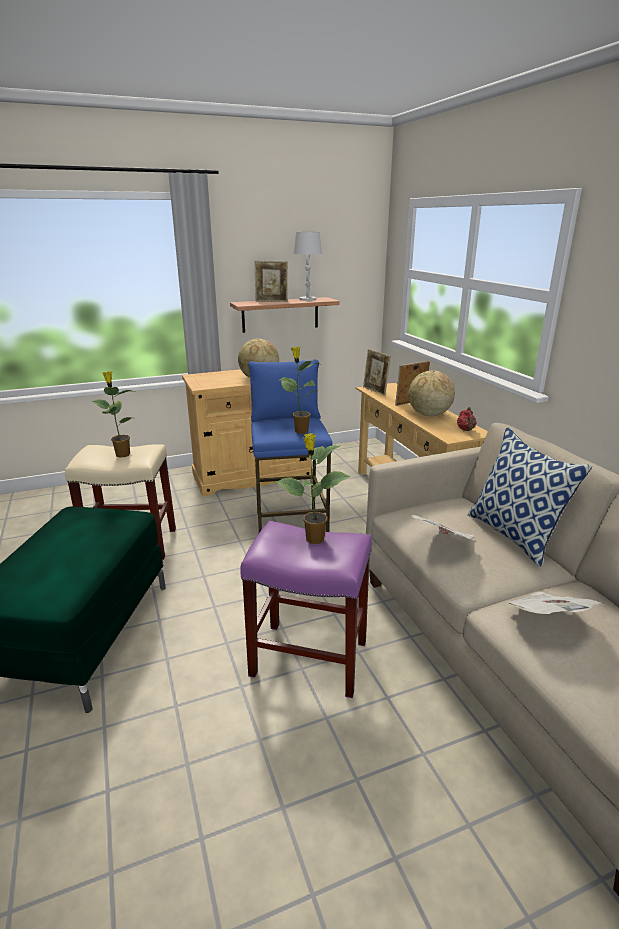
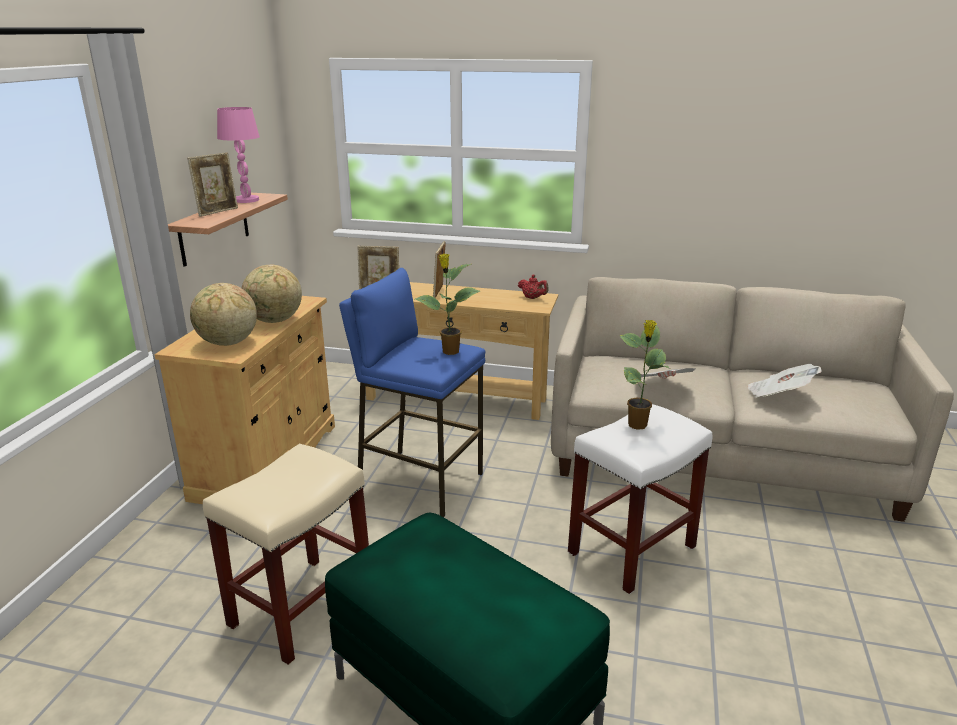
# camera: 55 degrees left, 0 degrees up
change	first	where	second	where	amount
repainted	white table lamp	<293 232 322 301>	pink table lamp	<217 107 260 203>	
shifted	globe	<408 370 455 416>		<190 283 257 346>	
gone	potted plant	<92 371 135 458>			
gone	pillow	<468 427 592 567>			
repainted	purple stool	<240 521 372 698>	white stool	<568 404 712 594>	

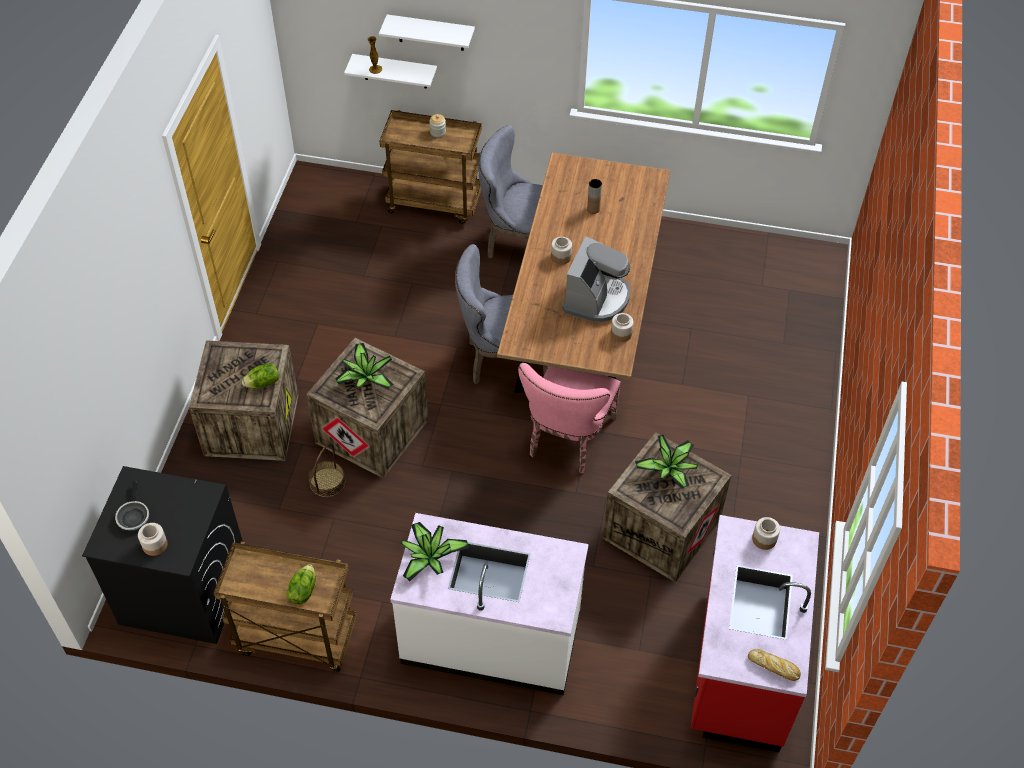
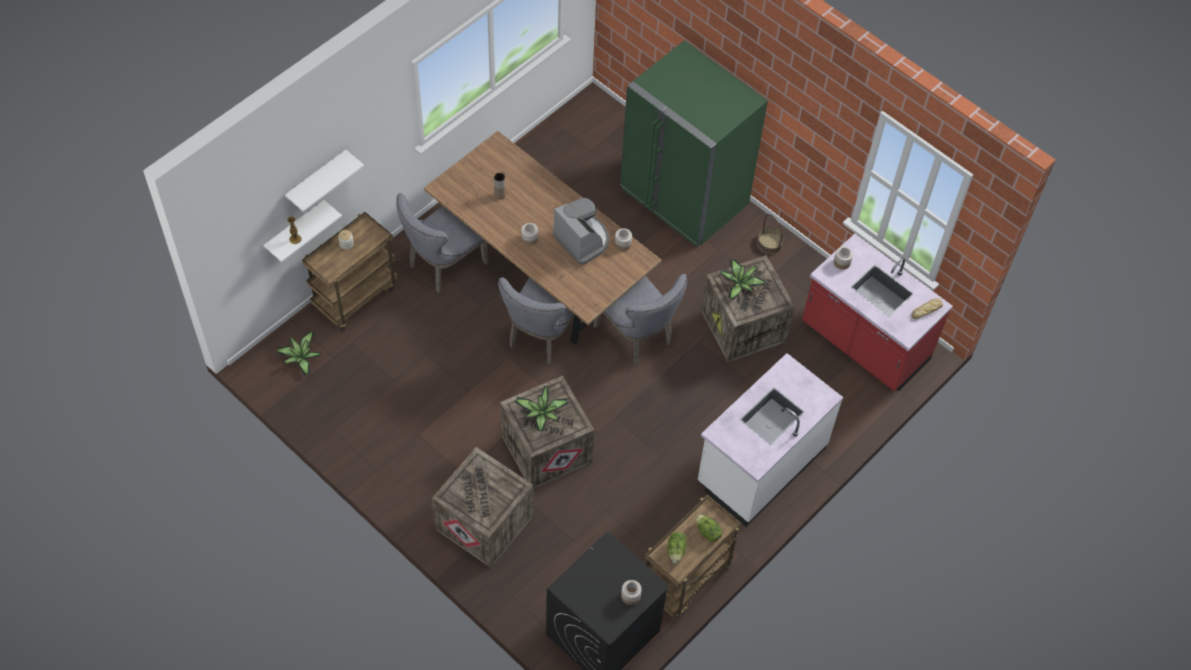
# camera: 60 degrees left, 5 degrees up
change	first	where	second	where	amount
repainted	pink chair	<518 363 621 474>	grey chair	<593 274 687 365>	
shifted	lettuce	<242 364 279 388>		<668 532 686 564>	
shifted	basket	<308 444 345 497>		<757 214 785 254>	
gone	frying pan	<115 481 149 531>			
shifted	potted plant	<401 522 469 582>		<276 331 321 375>	
new			green fridge	<620 40 768 247>	

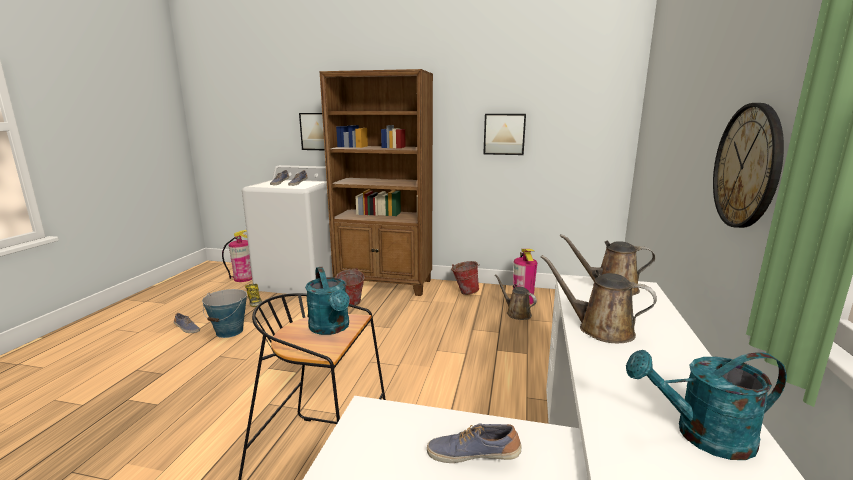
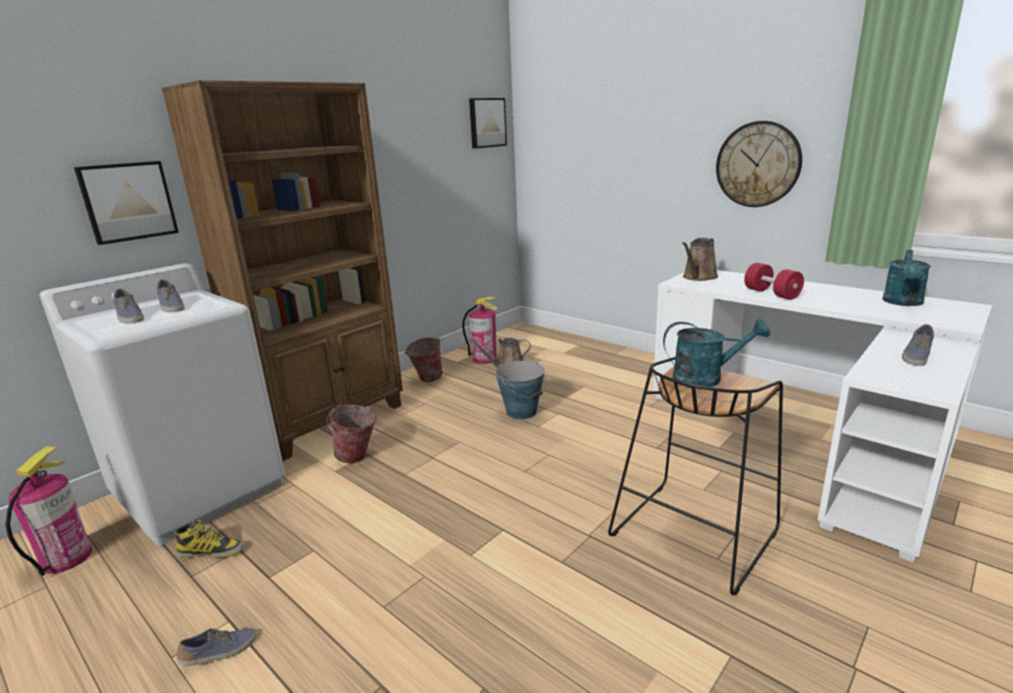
# camera: 60 degrees left, 5 degrees up
change	first	where	second	where	amount
shifted	picture	<483 114 526 155>		<469 98 507 149>	
swapped	brown watering can	<541 255 657 343>	red dumbbell	<744 263 804 300>	
shifted	bucket	<202 289 247 338>		<495 361 546 420>	

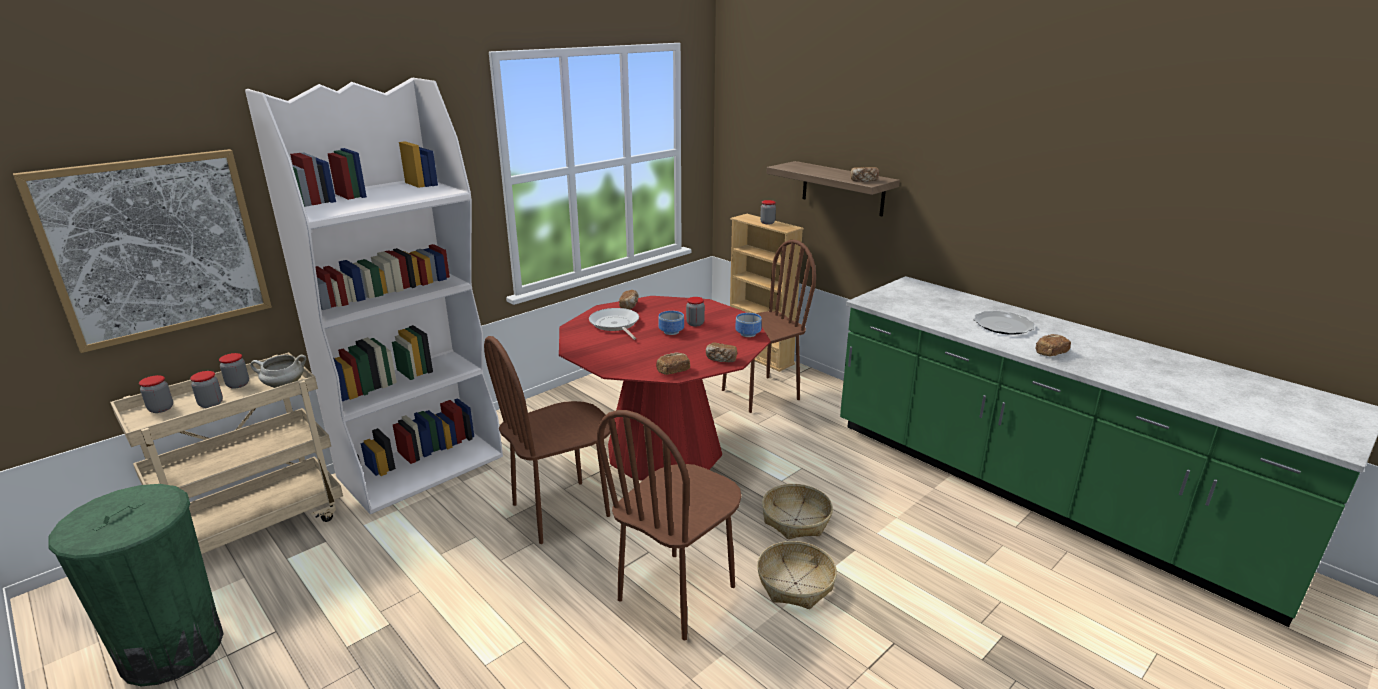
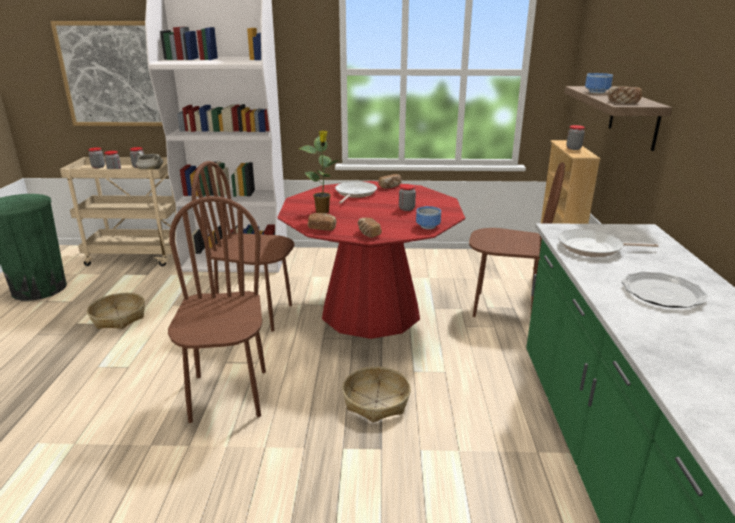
# camera: 45 degrees right, 0 degrees up
change	first	where	second	where	amount
shifted	bowl	<659 311 684 335>		<585 73 613 94>	
gone	bread	<1036 334 1071 356>			
rotated	brown chair	<597 410 742 640>		<168 196 266 423>	90 degrees clockwise
shifted	basket	<757 541 837 609>		<87 293 145 329>	
new			potted plant	<299 130 339 213>	
new			frying pan	<558 229 658 257>	

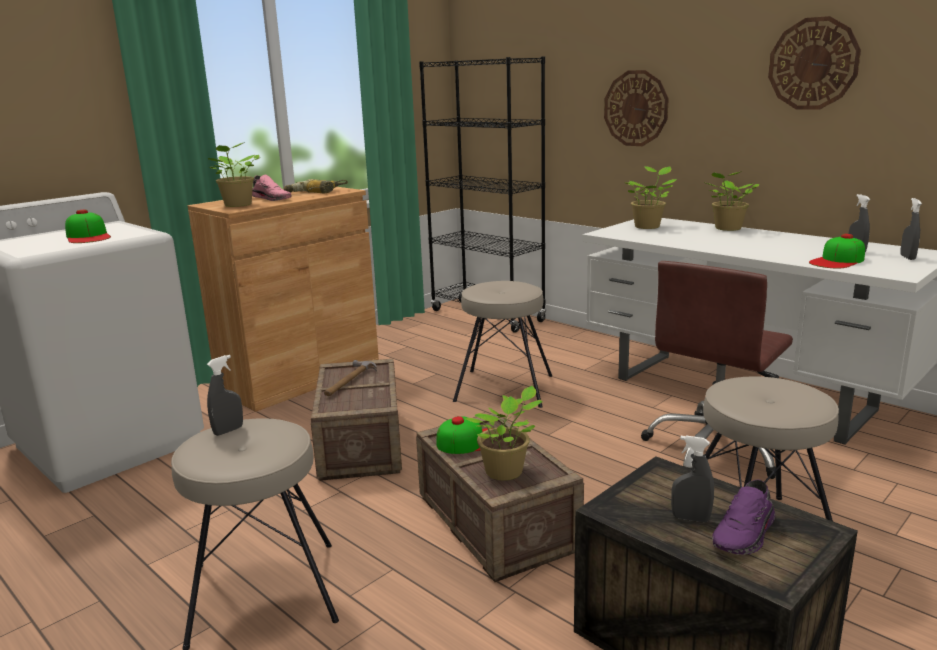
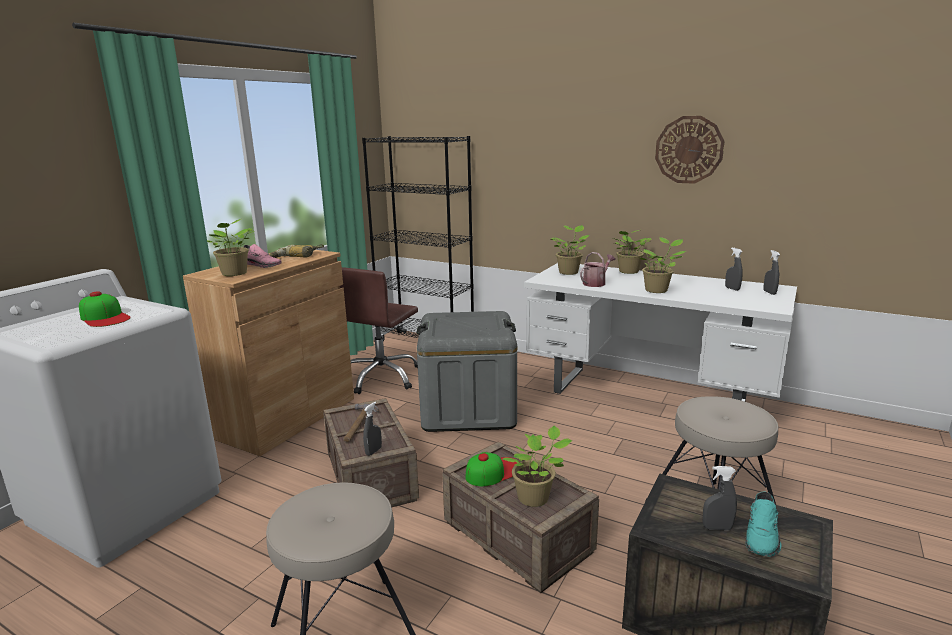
# camera: 15 degrees left, 0 degrees up
change	first	where	second	where	amount
gone	wall clock	<604 70 669 146>			
gone	cap	<809 234 865 268>			
shifted	brown office chair	<641 261 793 479>		<340 267 418 394>	
swapped	beige stool	<453 281 552 408>	grey storage box	<417 311 517 432>	
shifted	grey spray bottle	<207 355 243 436>		<363 402 382 456>	
repainted	purple shoe	<712 480 775 554>	turquoise shoe	<746 491 782 557>	
new			potted plant	<639 237 686 293>	
new			watering can	<580 252 615 287>	

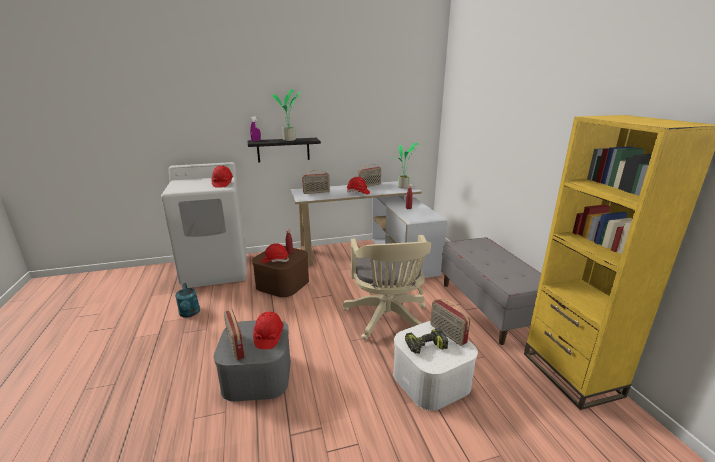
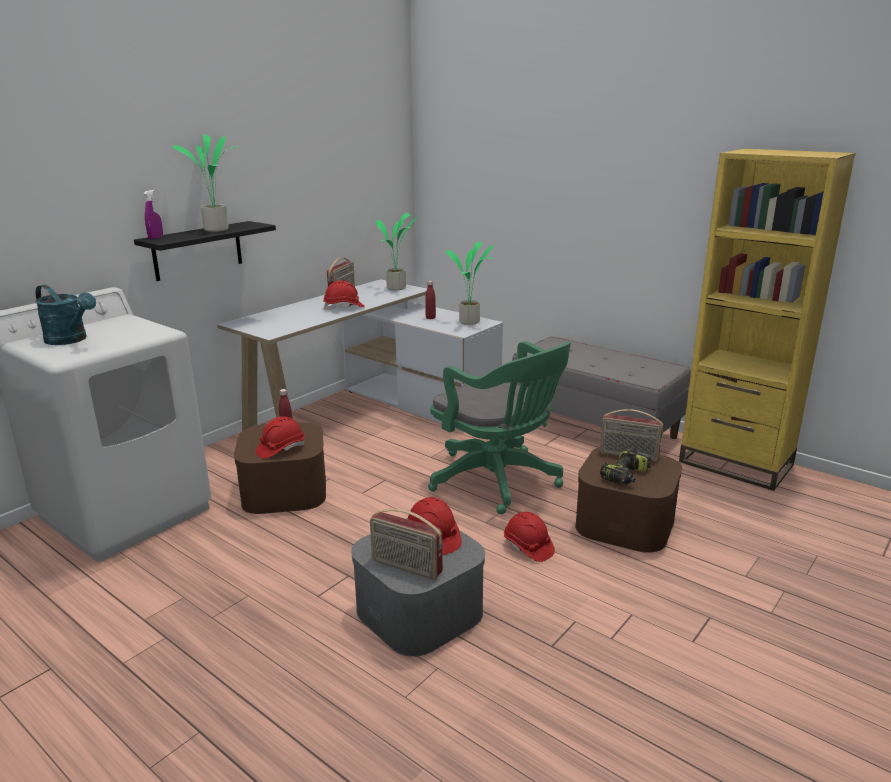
# camera: 35 degrees left, 0 degrees up
change	first	where	second	where	amount
shifted	red hard hat	<211 166 233 188>		<504 512 555 562>	
gone	radio	<302 170 330 194>			
repainted	beige office chair	<343 235 431 340>	green office chair	<428 341 571 514>	
shifted	turquoise watering can	<175 283 200 317>		<35 285 96 345>	
repainted	white storage box	<393 321 478 411>	brown storage box	<575 447 682 553>	
new			potted plant	<446 242 494 325>	

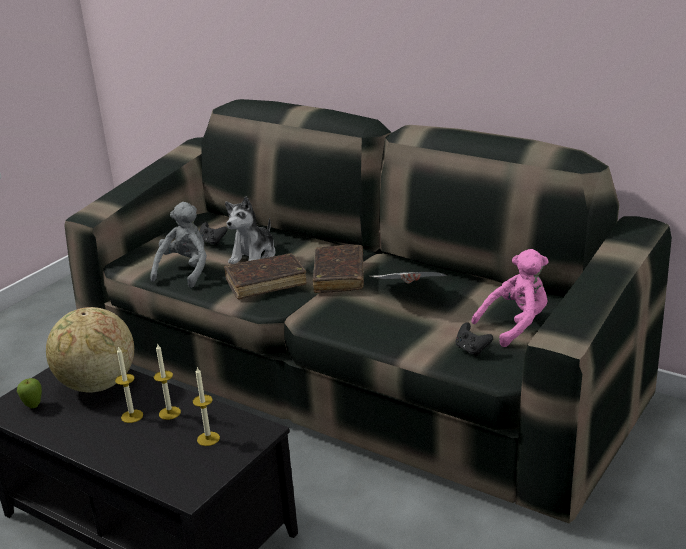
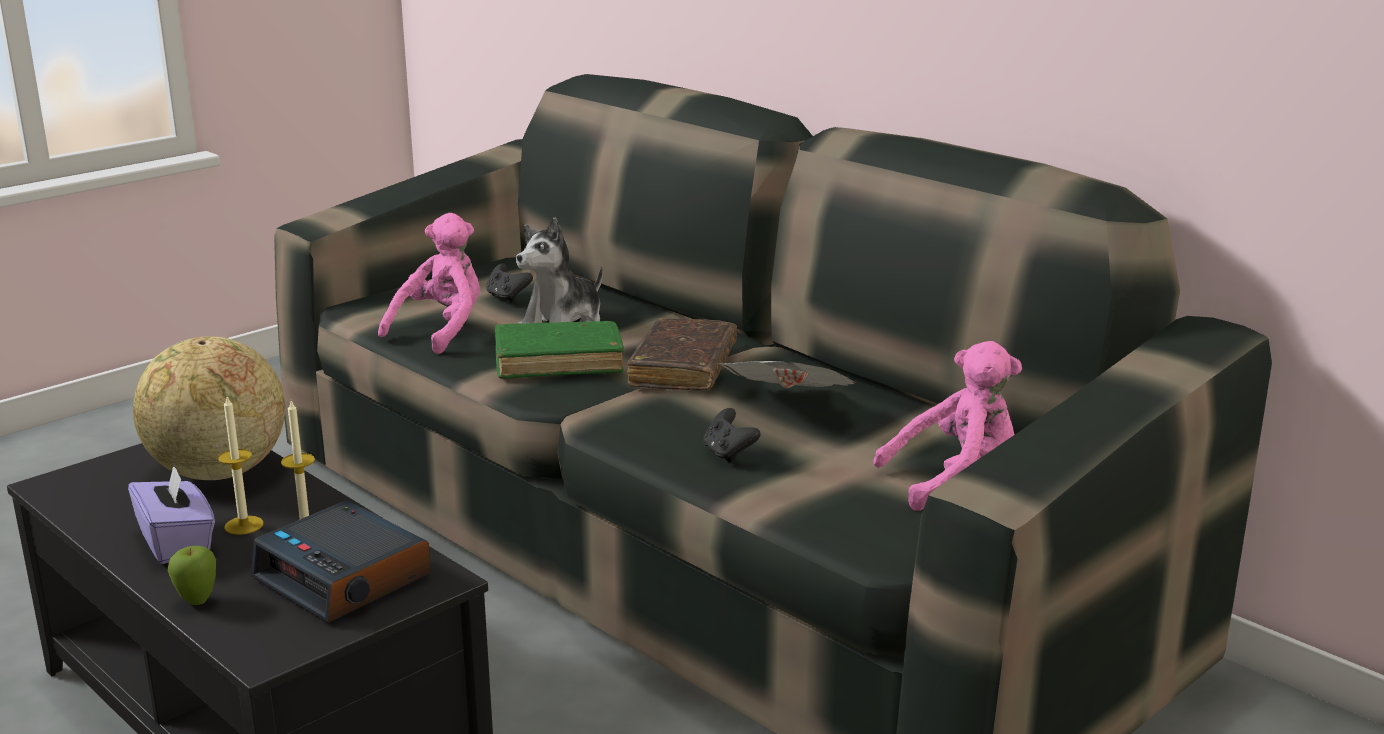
# camera: 10 degrees right, 5 degrees down
change	first	where	second	where	amount
repainted	grey plush toy	<150 202 207 288>	pink plush toy	<378 213 480 354>	
repainted	brown book	<224 254 307 299>	green book	<495 321 624 379>	
shifted	black game controller	<456 322 493 357>		<703 408 761 463>	
swapped	candle	<193 366 220 446>	alarm clock	<251 501 431 623>	
shifted	apple	<17 378 42 408>		<168 546 216 605>	
new			purple tissue box	<128 464 215 564>	

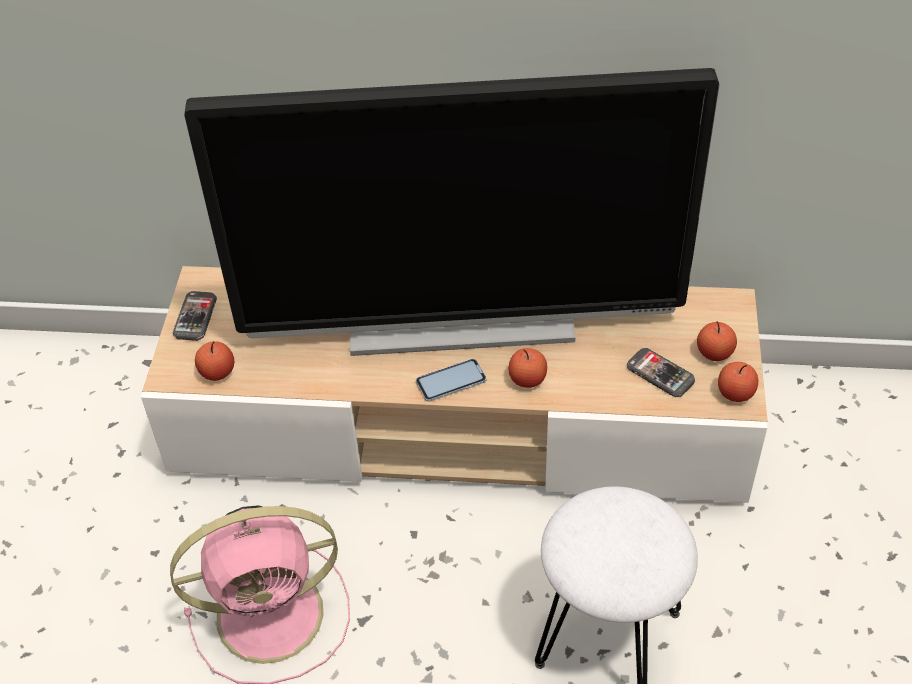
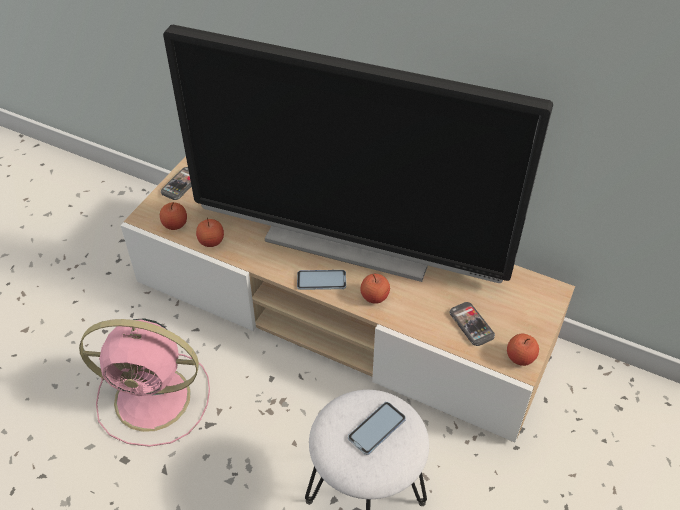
# camera: 20 degrees right, 0 degrees up
change	first	where	second	where	amount
shifted	apple	<697 321 737 361>		<196 218 224 247>	
new			phone	<348 402 406 455>	

